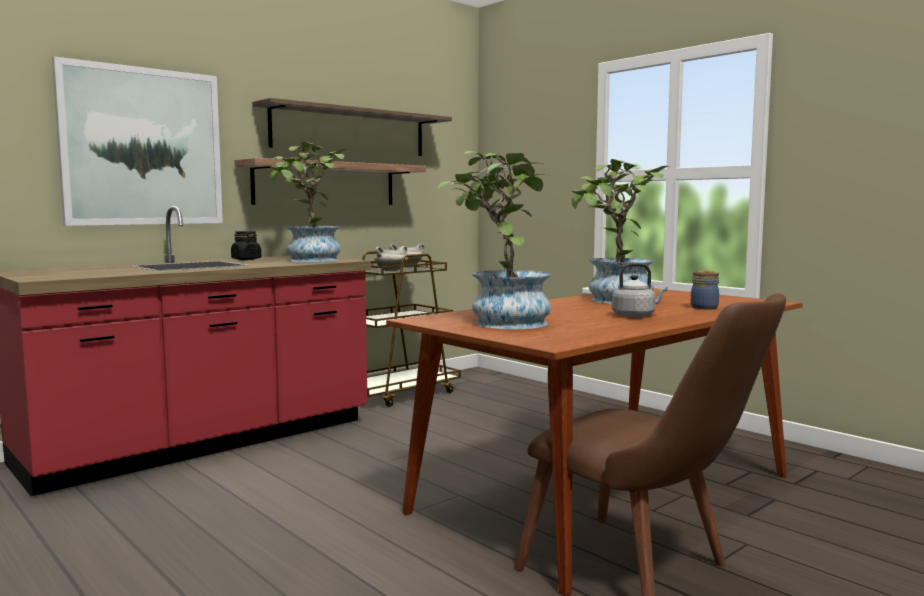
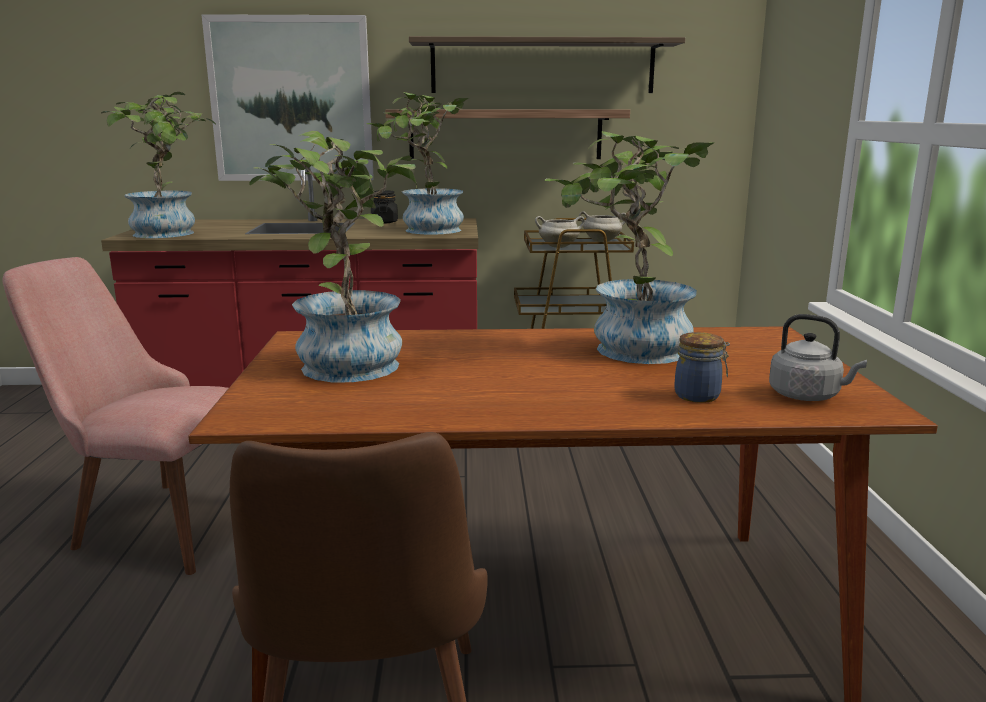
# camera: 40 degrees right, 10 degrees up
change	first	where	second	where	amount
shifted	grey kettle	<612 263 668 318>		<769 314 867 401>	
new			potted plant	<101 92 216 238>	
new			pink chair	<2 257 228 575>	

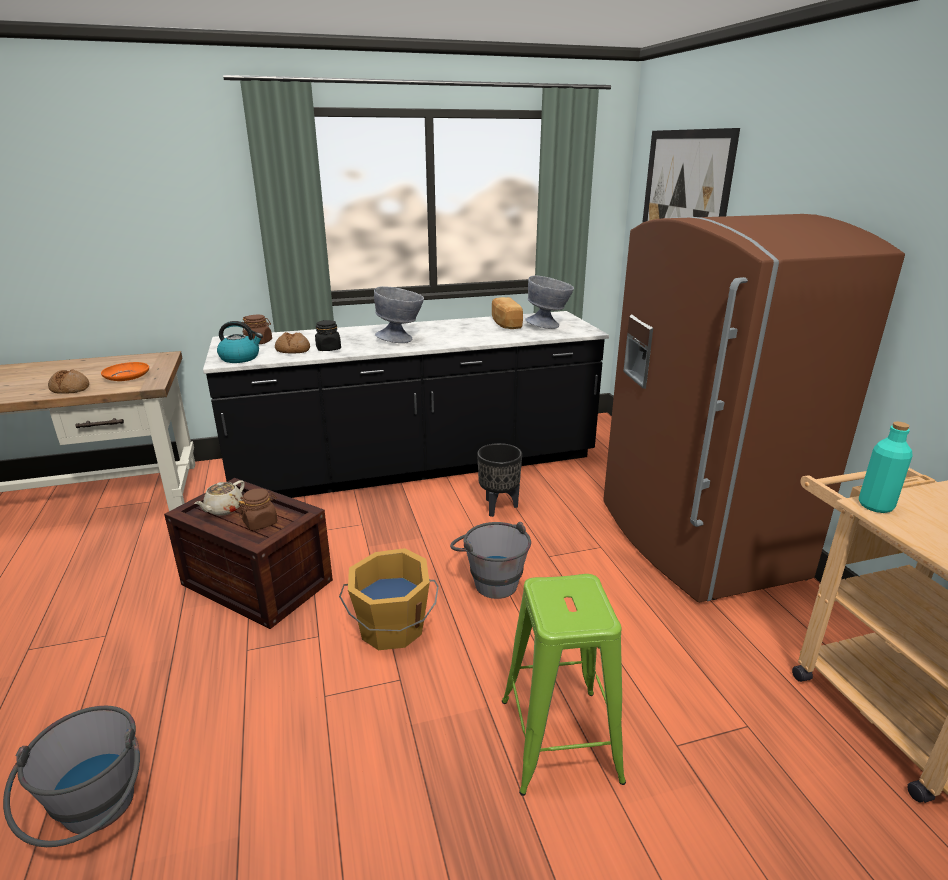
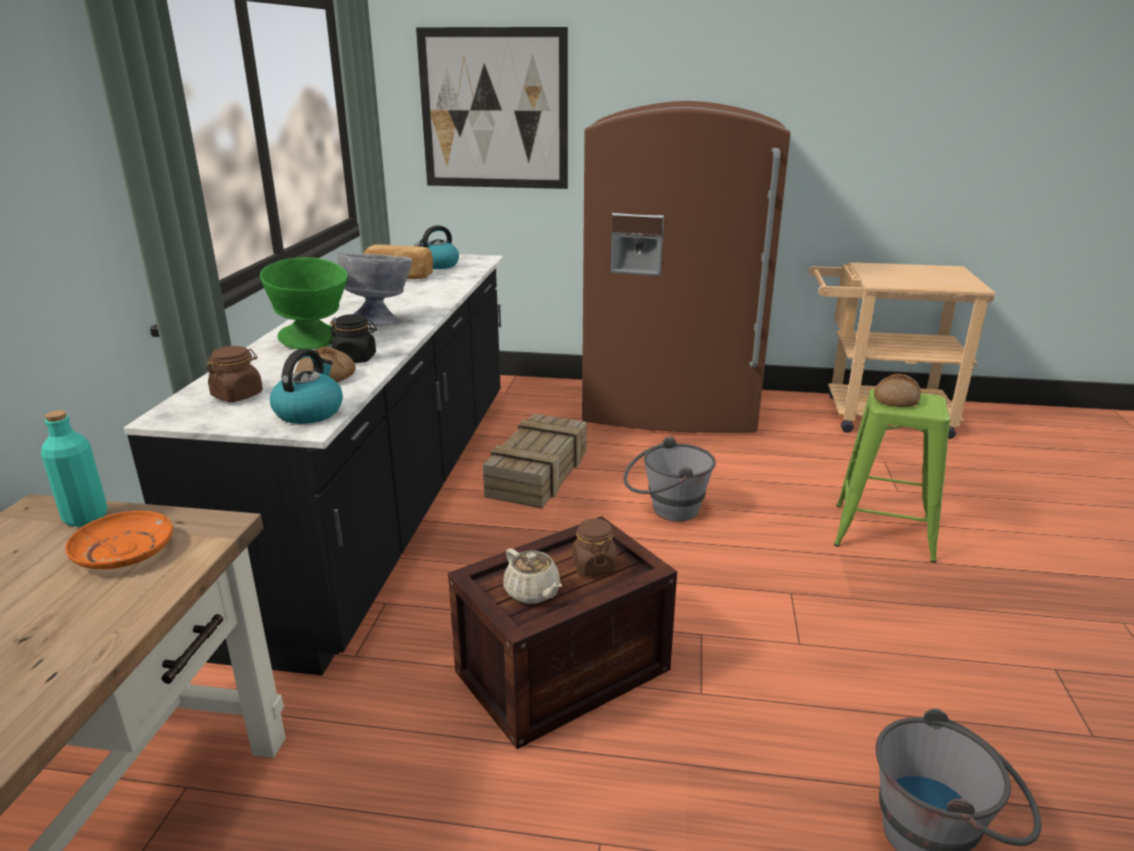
# camera: 65 degrees left, 0 degrees up
change	first	where	second	where	amount
swapped	grey bowl	<525 276 574 329>	kettle	<414 225 459 269>	
shifted	bread	<48 369 89 394>		<874 374 921 407>	
shifted	turquoise bottle	<859 421 913 513>		<41 410 108 527>	
swapped	black planter	<477 443 522 517>	crate	<483 414 587 509>	
gone	orange bucket	<339 548 439 650>			
new			green bowl	<260 257 348 349>	

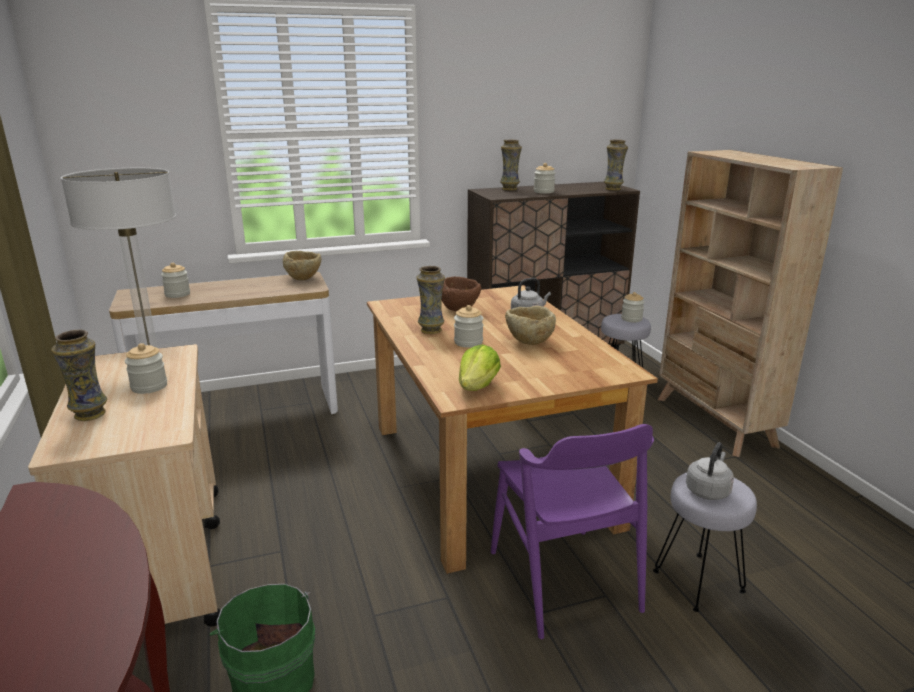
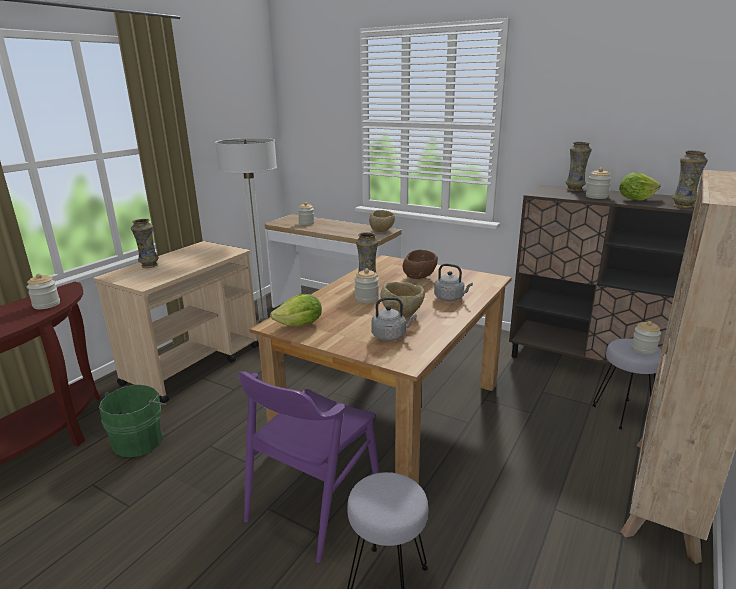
# camera: 50 degrees right, 0 degrees up
change	first	where	second	where	amount
shifted	jar	<125 343 167 394>		<27 274 60 309>	
shifted	grey kettle	<686 442 734 500>		<371 297 417 341>	
new			lettuce	<619 173 661 201>	

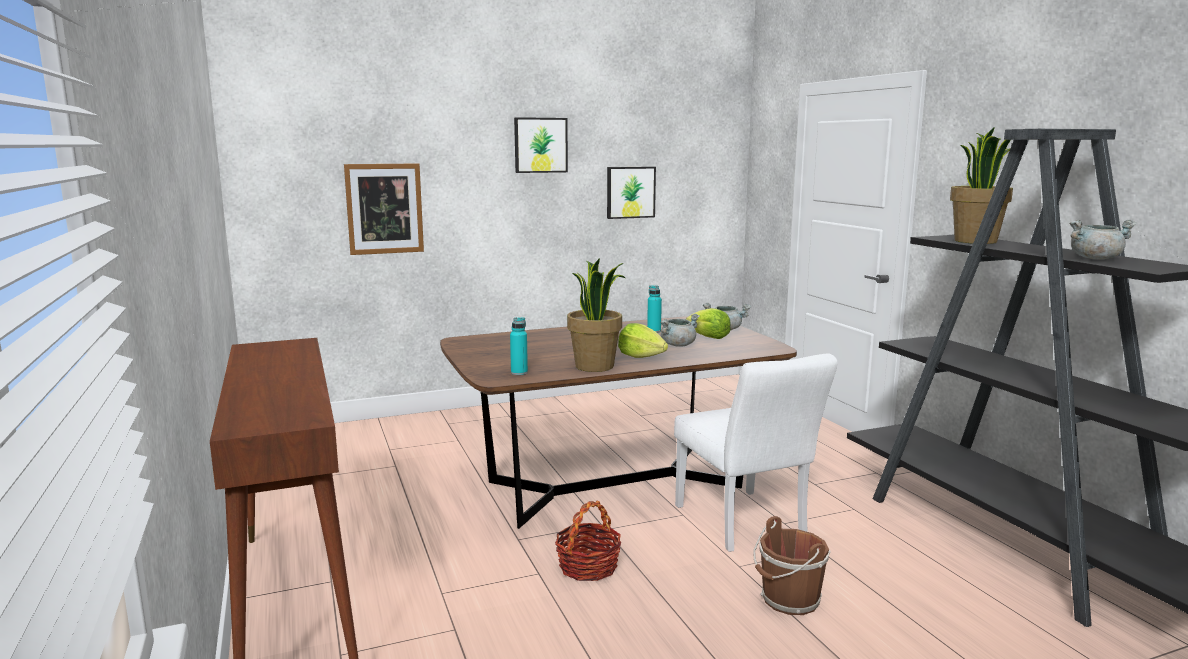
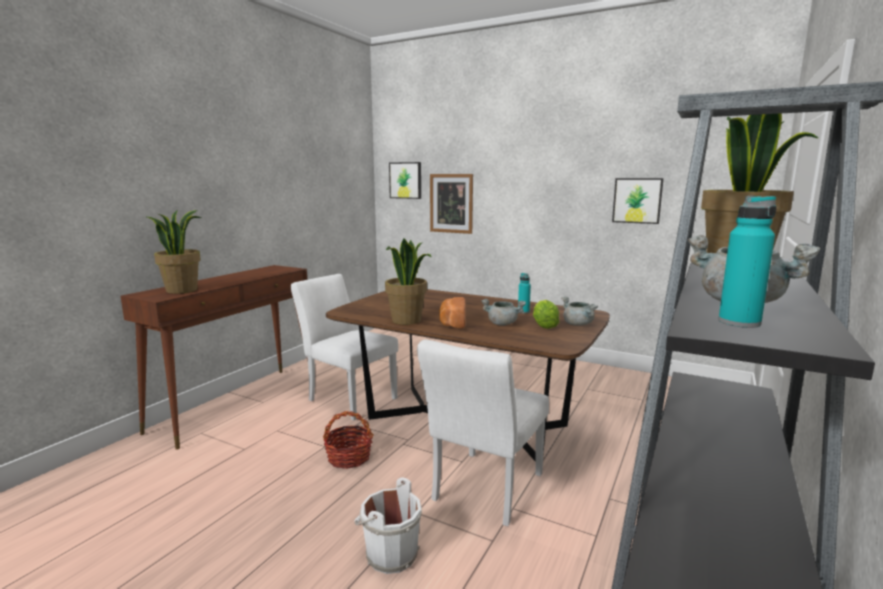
# camera: 50 degrees right, 0 degrees up
change	first	where	second	where	amount
shifted	picture	<514 117 568 173>		<389 162 421 199>	
shifted	turquoise bottle	<510 317 528 375>		<718 195 777 328>	
swapped	lettuce	<618 323 668 358>	bread	<439 297 466 329>	
repainted	brown bucket	<753 516 831 615>	white bucket	<354 478 422 574>	
new			potted plant	<147 209 201 294>	
new			white chair	<291 274 398 420>	

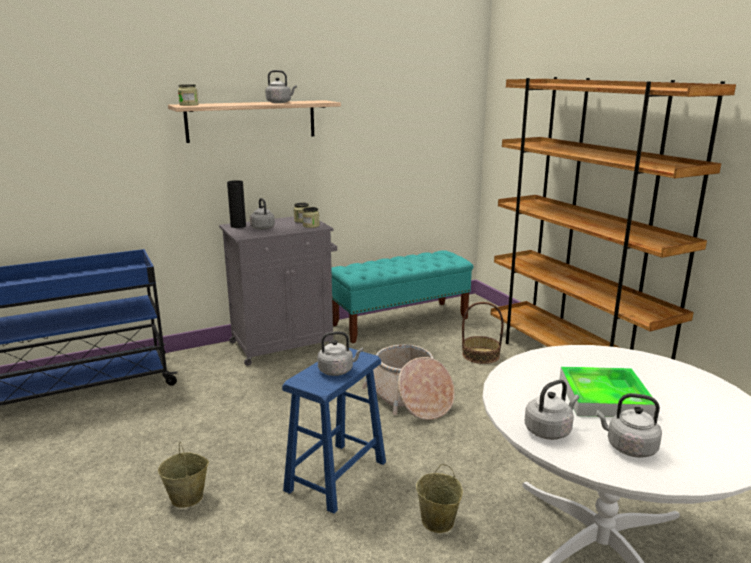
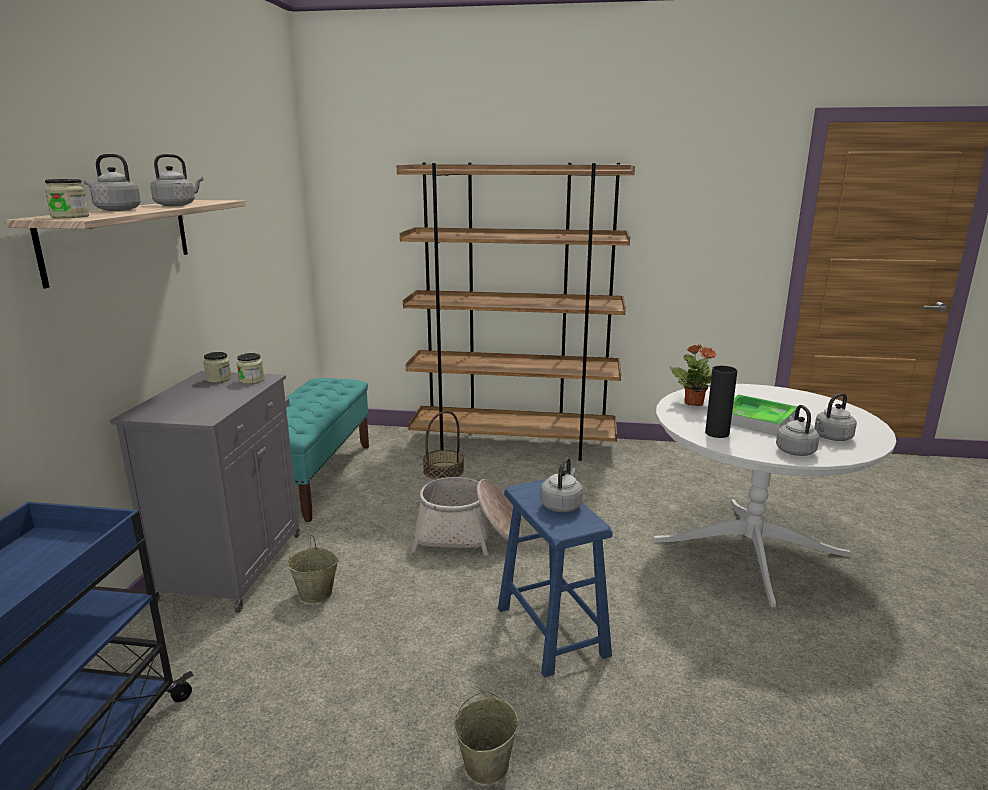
# camera: 55 degrees left, 0 degrees up
change	first	where	second	where	amount
shifted	black vase	<227 180 246 228>		<705 366 737 438>	
shifted	grey kettle	<250 198 275 230>		<84 154 141 211>	
shifted	beige bucket	<416 464 463 533>		<287 535 339 603>	
new			potted plant	<669 344 716 406>	

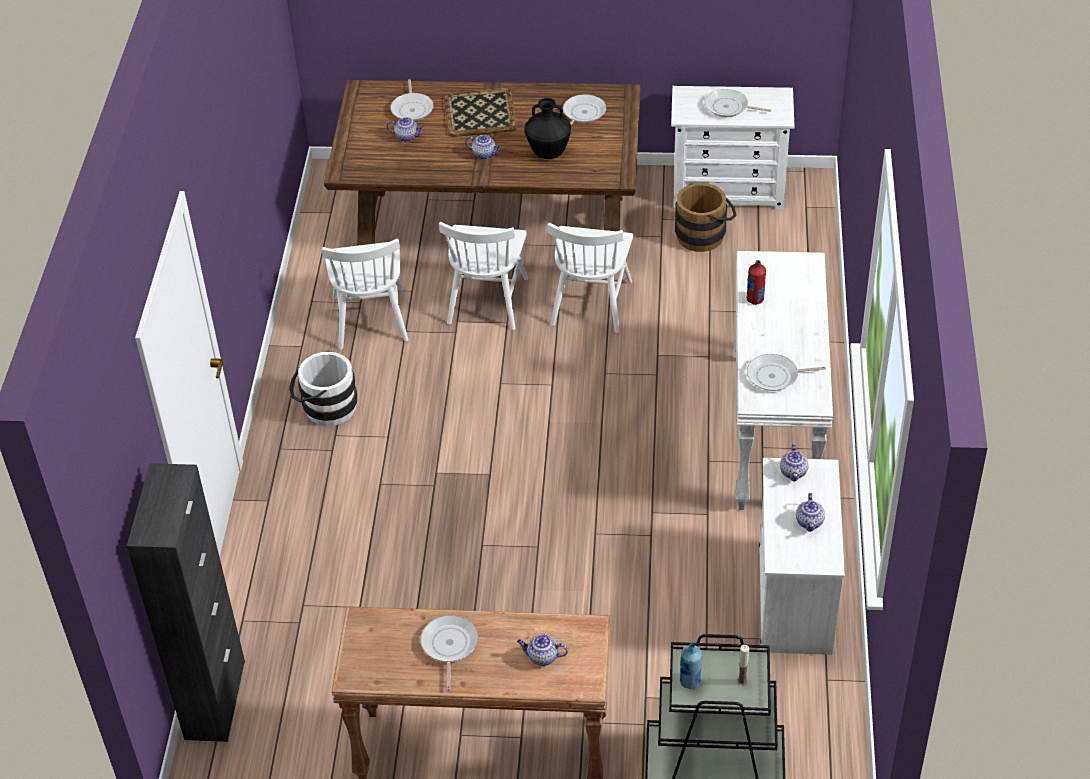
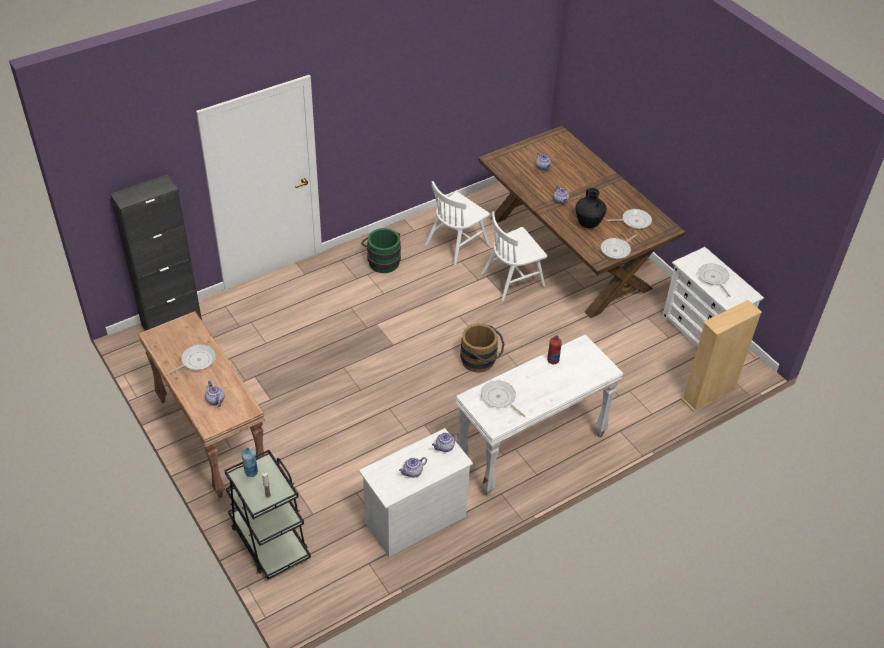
# camera: 50 degrees right, 0 degrees up
change	first	where	second	where	amount
shifted	frying pan	<390 79 434 121>		<601 234 637 259>	
gone	tray	<444 88 517 137>			
shifted	brown bucket	<675 183 736 252>		<460 324 504 373>	
gone	white chair	<547 223 633 333>			
repainted	white bucket	<289 351 357 426>	green bucket	<361 228 401 273>	
new			beige bookcase	<681 300 762 411>	

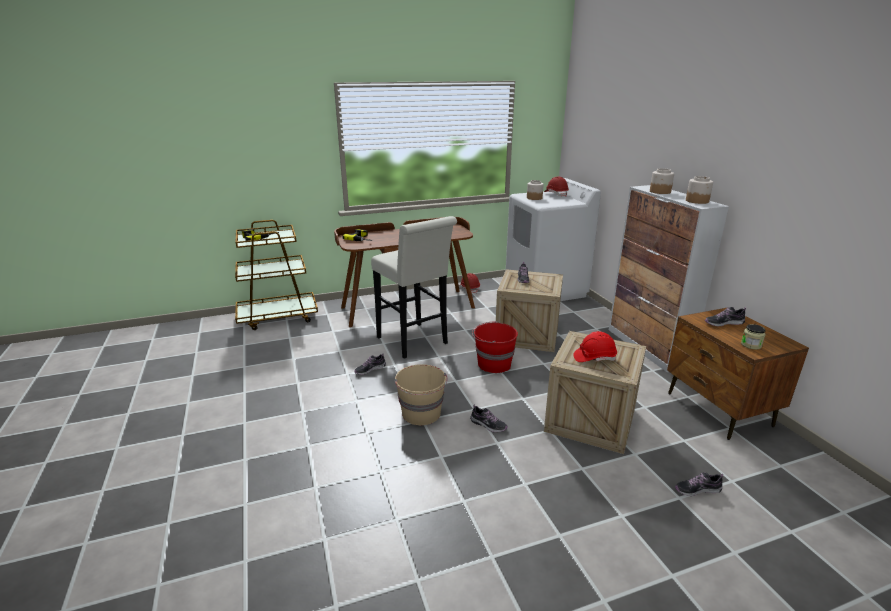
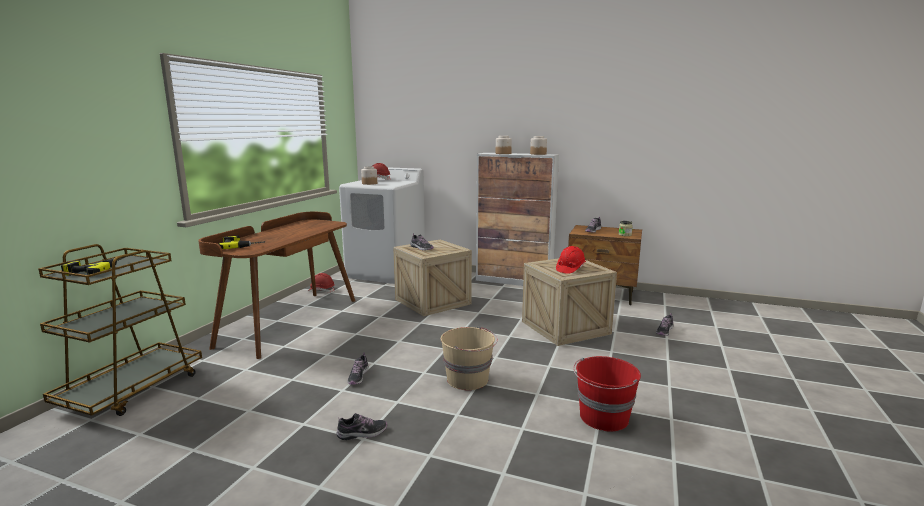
# camera: 50 degrees left, 10 degrees down
change	first	where	second	where	amount
gone	white stool	<371 216 457 359>			
shifted	red bucket	<472 321 518 373>		<573 356 641 431>	
shifted	shoe	<470 405 508 432>		<337 413 387 440>	

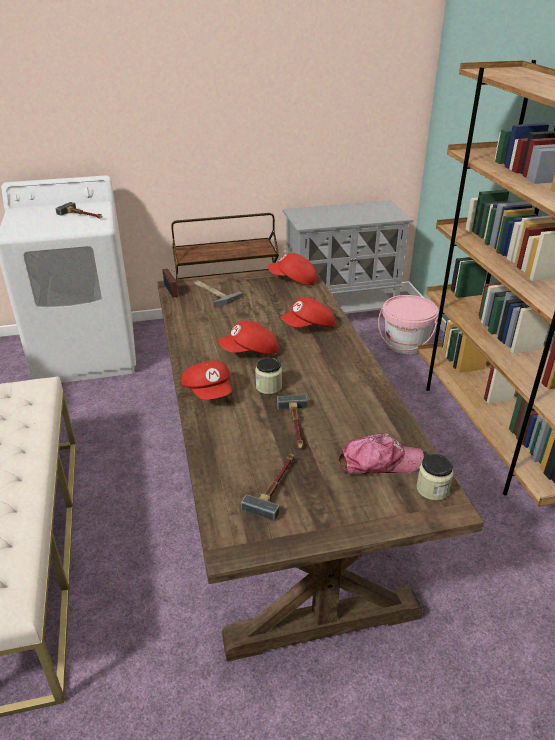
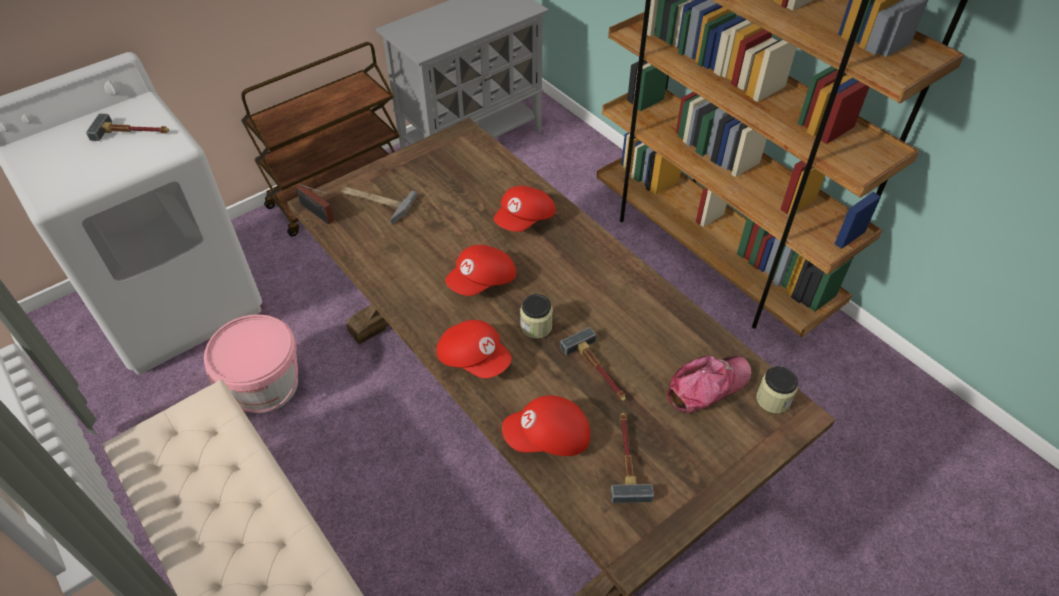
# camera: 25 degrees left, 15 degrees up
change	first	where	second	where	amount
shifted	red cap	<268 253 317 285>		<502 395 590 456>	
shifted	pink bucket	<378 295 439 354>		<204 314 298 413>	

